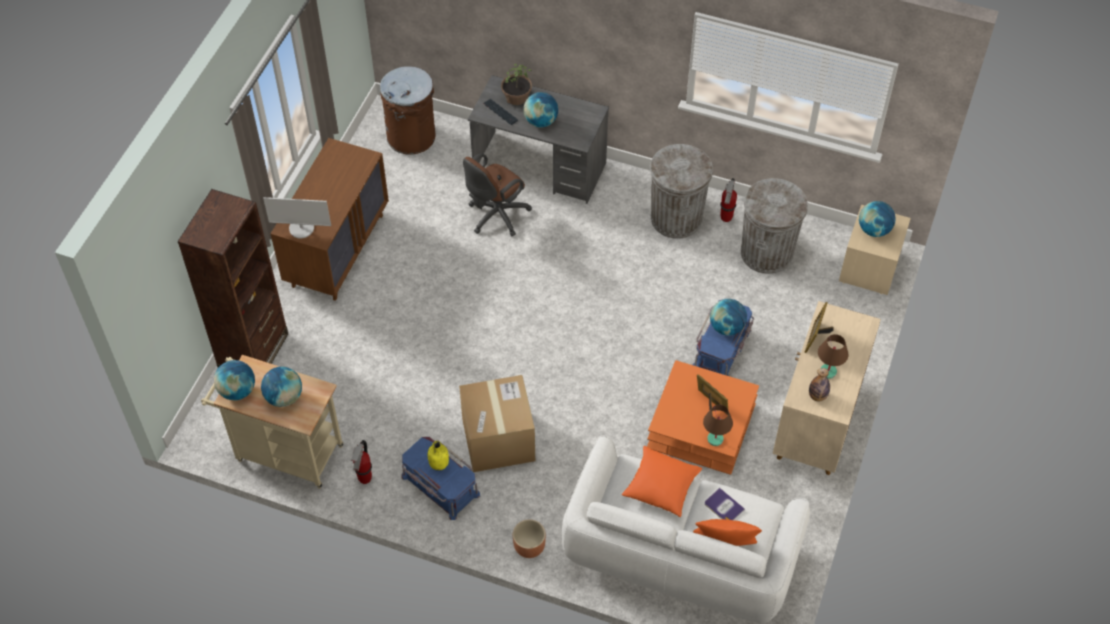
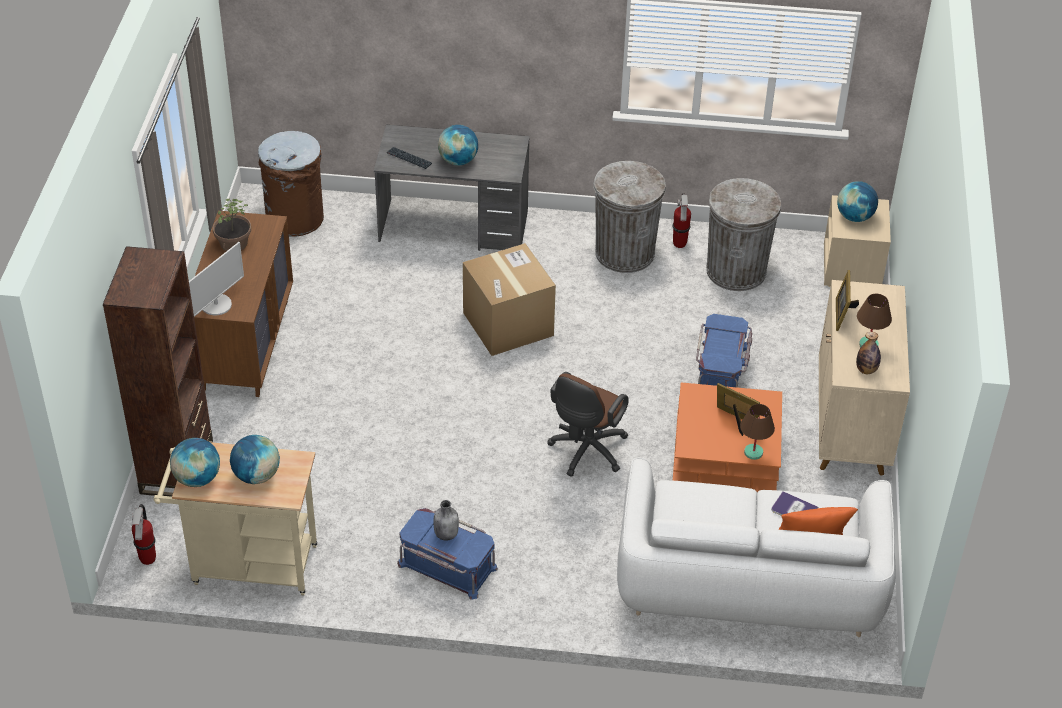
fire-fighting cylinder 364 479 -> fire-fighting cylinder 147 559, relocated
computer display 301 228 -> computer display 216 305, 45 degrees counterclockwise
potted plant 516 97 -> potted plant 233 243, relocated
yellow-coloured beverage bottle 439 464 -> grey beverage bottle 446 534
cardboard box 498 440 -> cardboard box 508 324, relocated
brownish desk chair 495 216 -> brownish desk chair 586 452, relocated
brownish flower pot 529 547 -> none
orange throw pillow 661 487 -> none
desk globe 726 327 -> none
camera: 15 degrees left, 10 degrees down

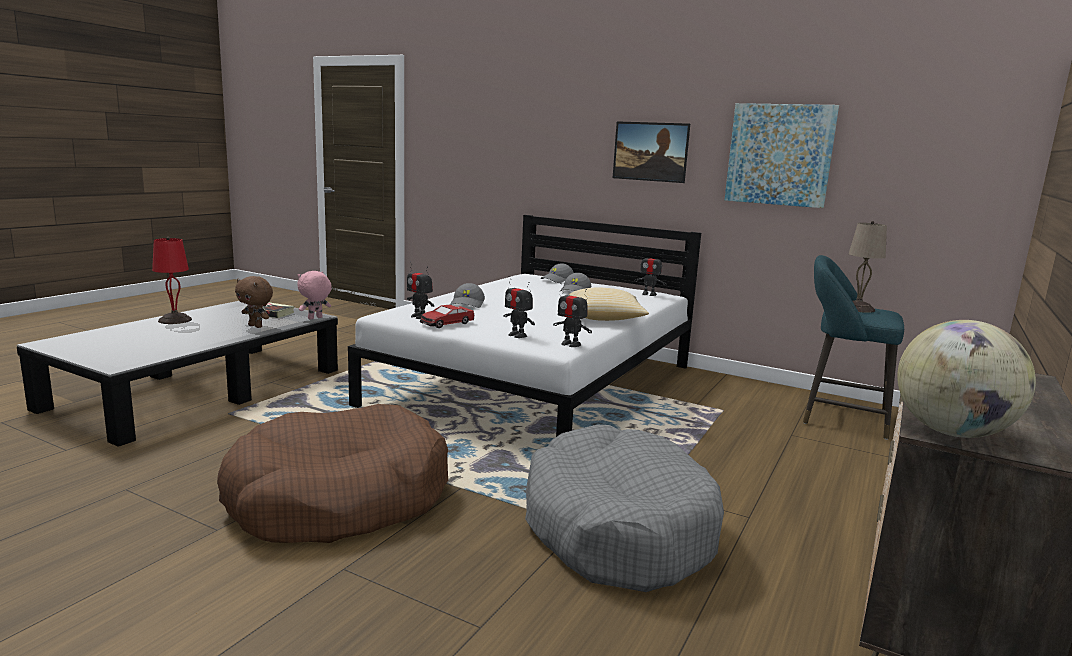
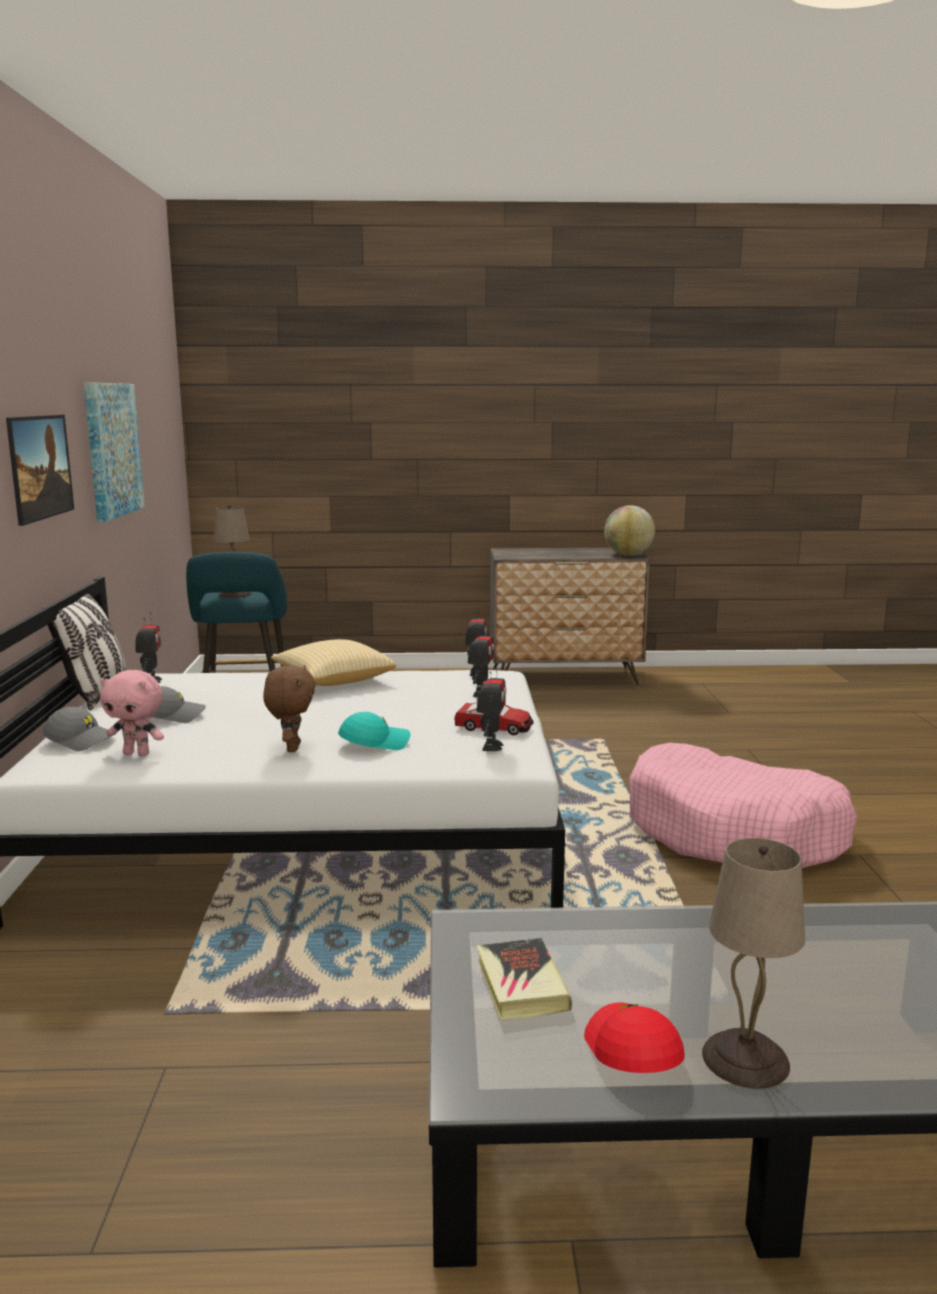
none -> throw pillow 96 694
pinkish plush toy 315 318 -> pinkish plush toy 137 753, relocated
brownish plush toy 256 326 -> brownish plush toy 291 748, relocated
grey peaked cap 468 304 -> blue-green peaked cap 374 743
none -> red peaked cap 631 1051
brownish dog bed 338 498 -> pinkish dog bed 734 832
red table lamp 175 320 -> sand-coloured table lamp 743 1059
grey dog bed 617 528 -> none
camera: 120 degrees left, 0 degrees up

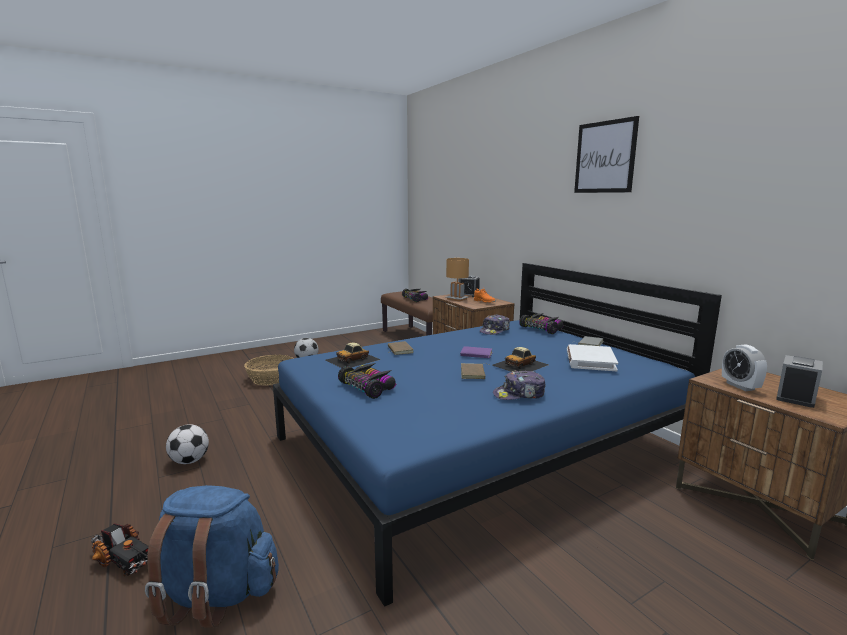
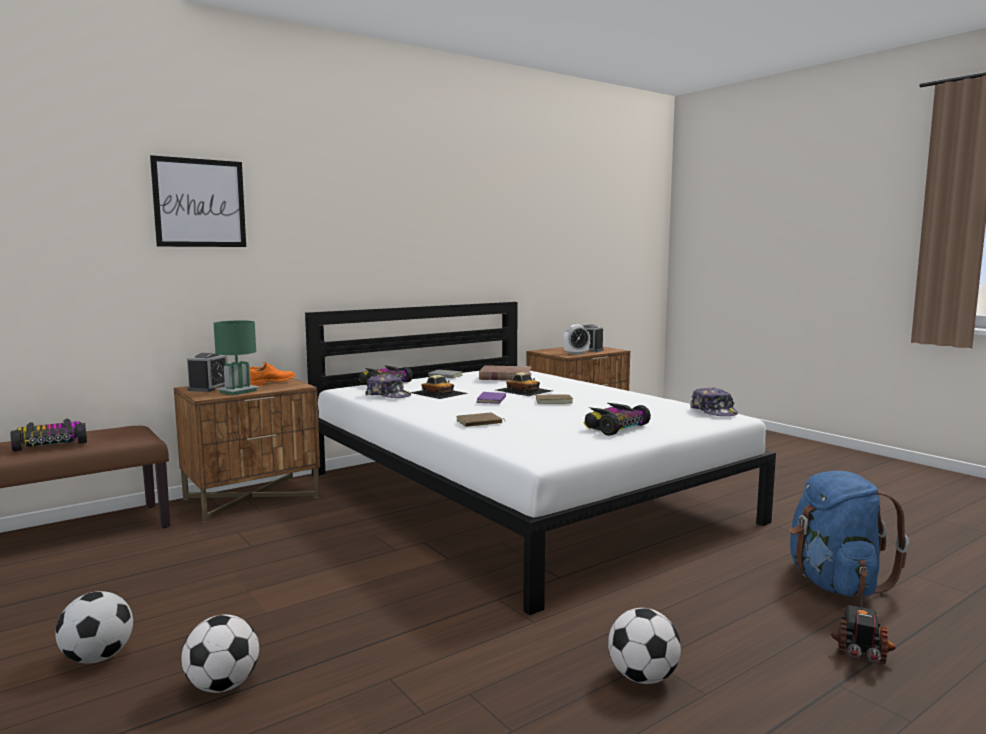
wall art 605 157 -> wall art 199 203, relocated
basket 271 378 -> football ball 223 686
brownish table lamp 457 299 -> green-coloured table lamp 238 391
blue-coloured sleeping bed 480 446 -> whitish sleeping bed 519 496
toy car 353 359 -> toy car 438 392, relocated
whitish book 590 360 -> brownish book 505 377
peaked cap 519 395 -> peaked cap 713 411, relocated
camera: 95 degrees left, 5 degrees down

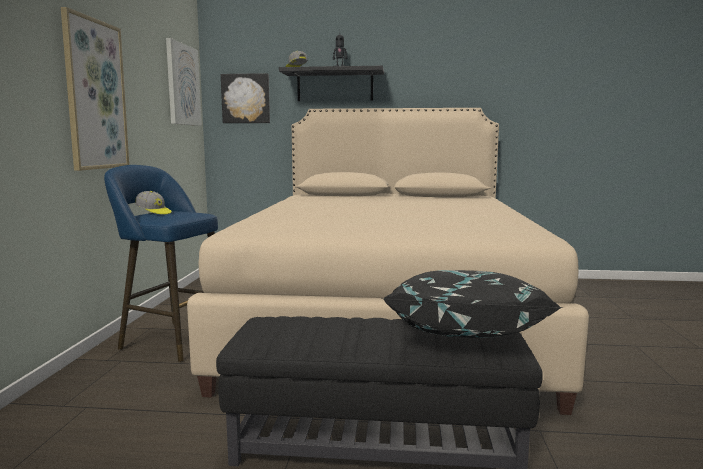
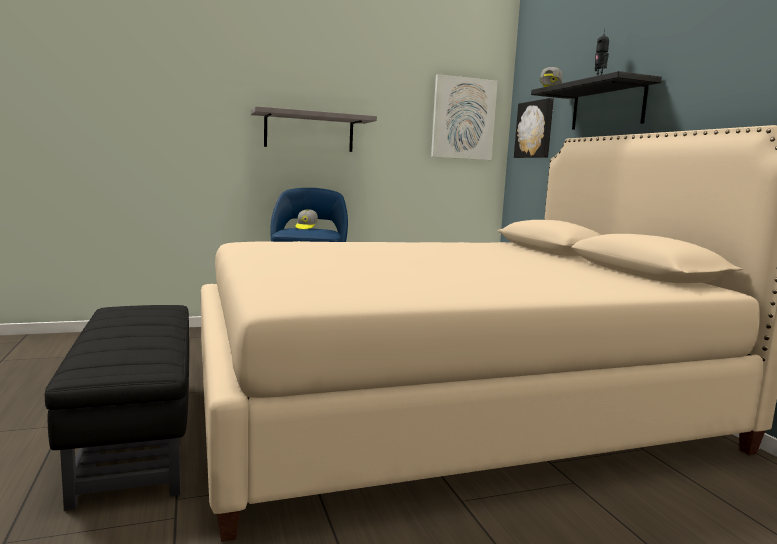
wall art 95 95 -> grey shelf 309 132
blackish throw pillow 459 337 -> none
camera: 65 degrees right, 0 degrees up

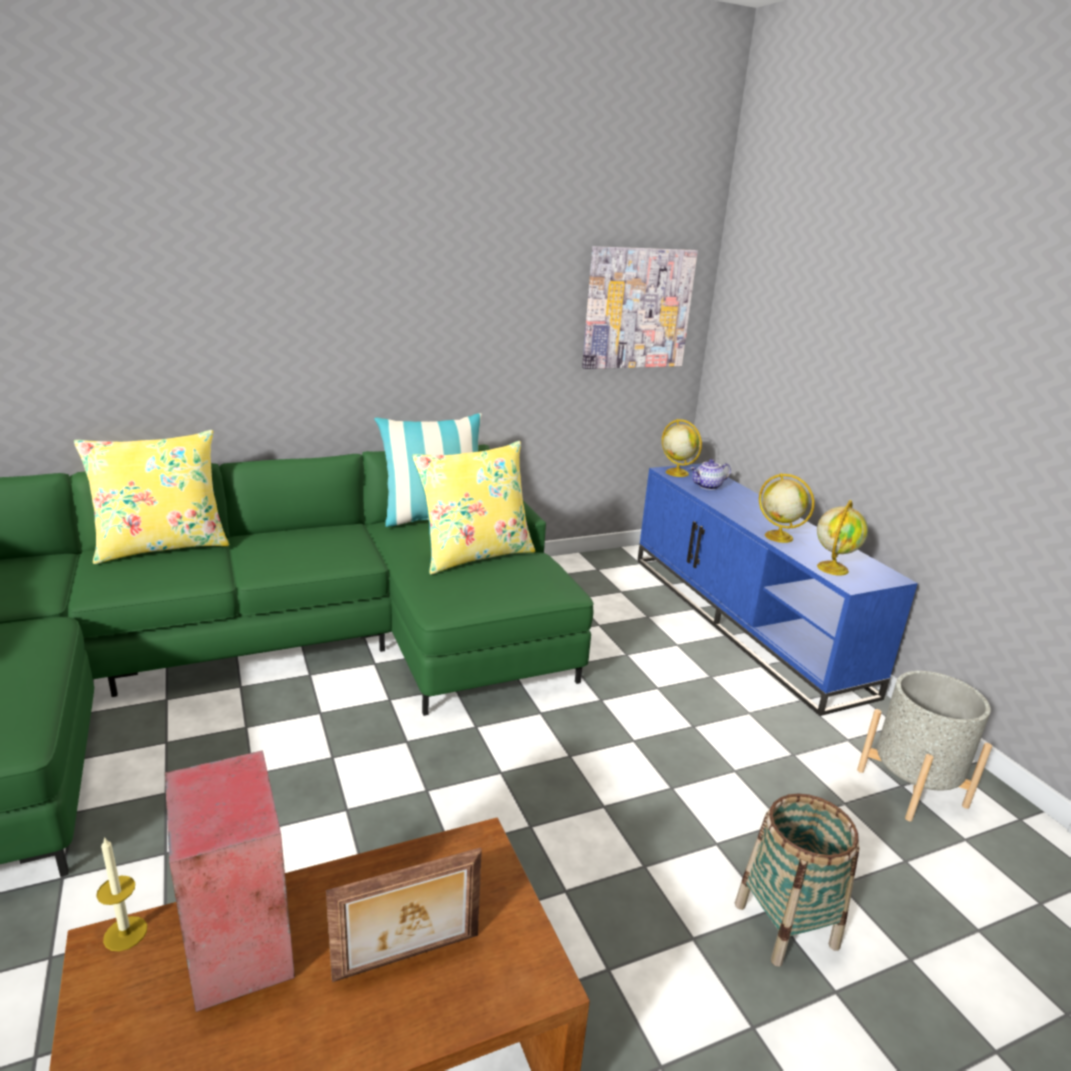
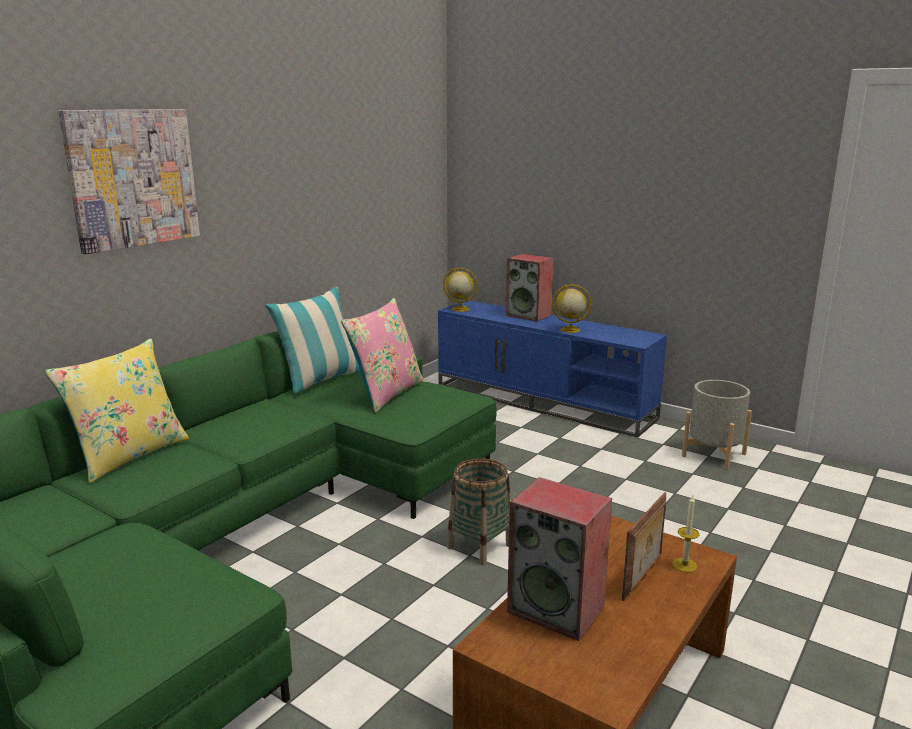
wall art 637 308 -> wall art 133 178, relocated
yellow-coloured throw pillow 474 555 -> pinkish throw pillow 386 393
basket 785 925 -> basket 480 546, relocated
none -> audio speaker 529 315
candle 125 933 -> candle 684 565, relocated
pot for tea 708 486 -> none
desk globe 832 568 -> none
camera: 30 degrees left, 5 degrees down

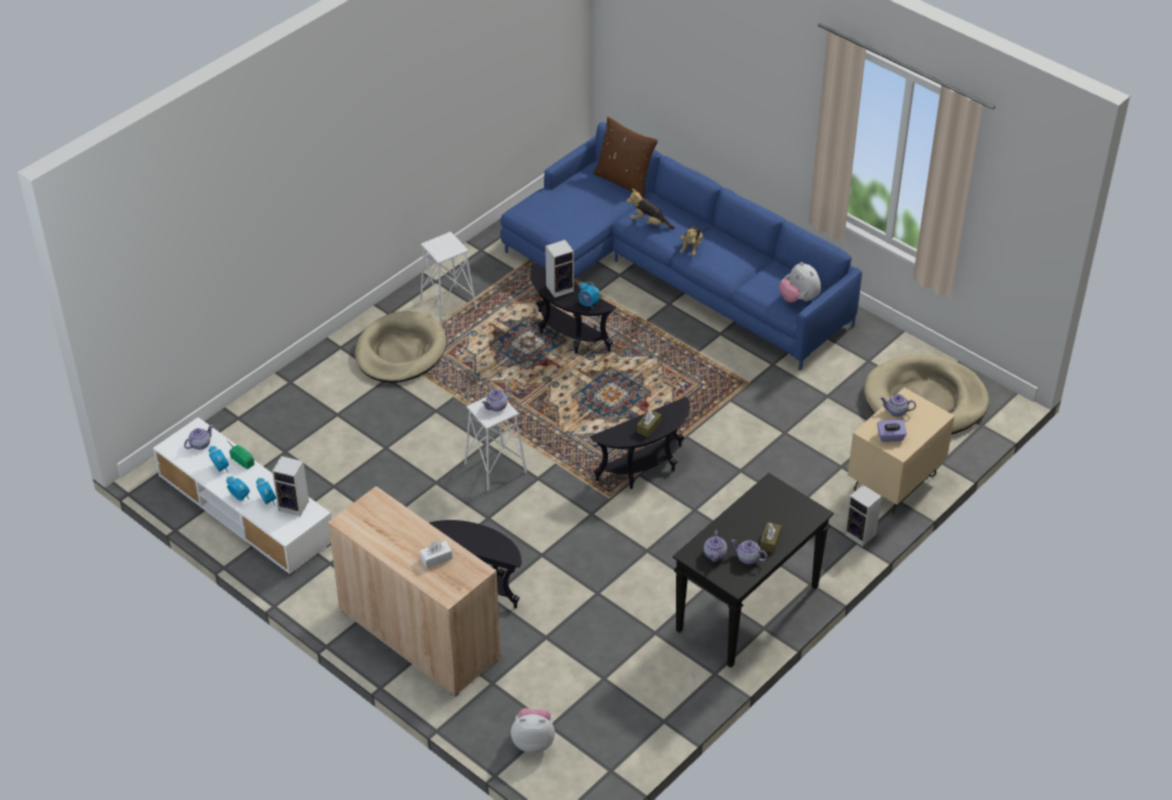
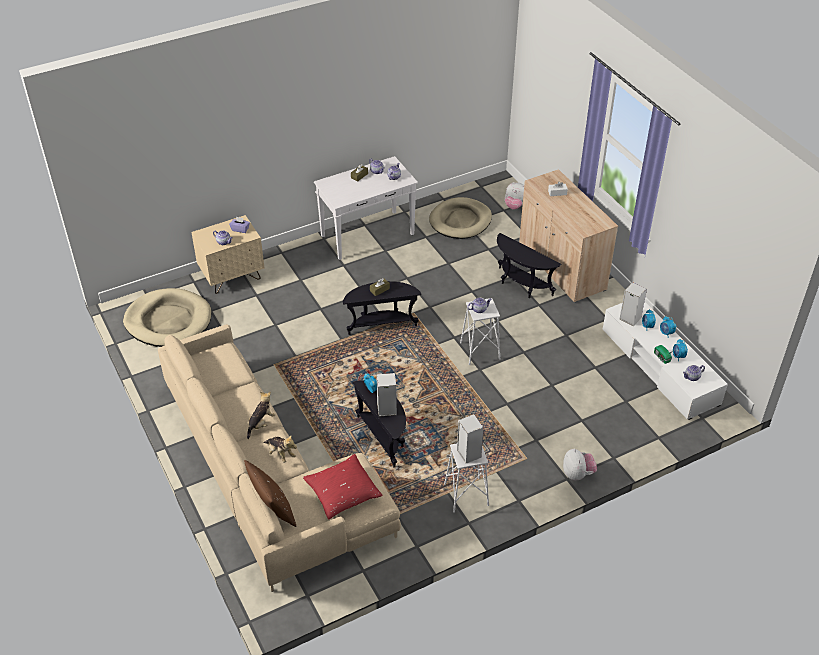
blue-coloured couch 672 271 -> sand-coloured couch 268 474
none -> red throw pillow 342 492
blackish hall table 747 610 -> whitish hall table 368 235
sand-coloured dog bed 400 351 -> sand-coloured dog bed 460 221, relocated
audio speaker 861 535 -> audio speaker 468 453, relocated
plush toy 799 298 -> plush toy 577 474, relocated
camera: 160 degrees left, 0 degrees up

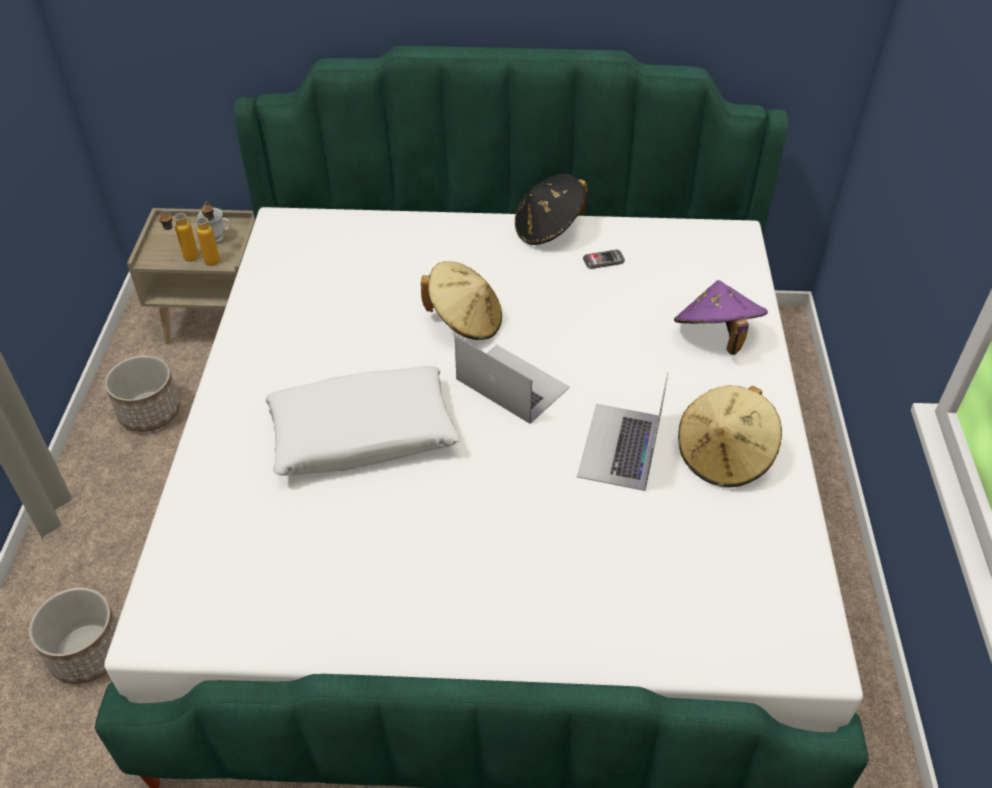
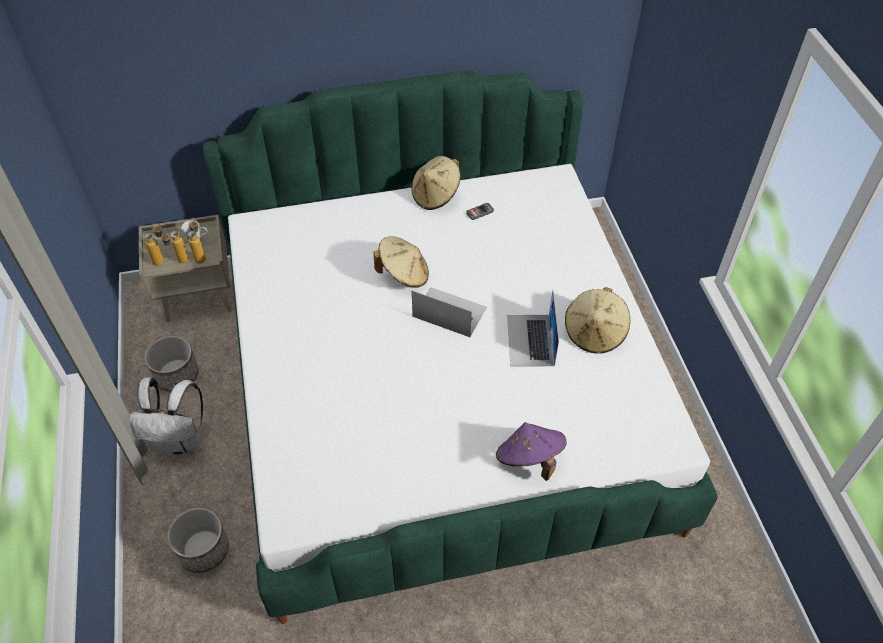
none -> whitish knapsack 179 442
none -> beverage bottle 162 259
blackish clothing hat 548 229 -> sand-coloured clothing hat 436 195
purple-coloured clothing hat 715 337 -> purple-coloured clothing hat 529 459, relocated
whitish throw pillow 363 434 -> none
camera: 15 degrees left, 5 degrees up

